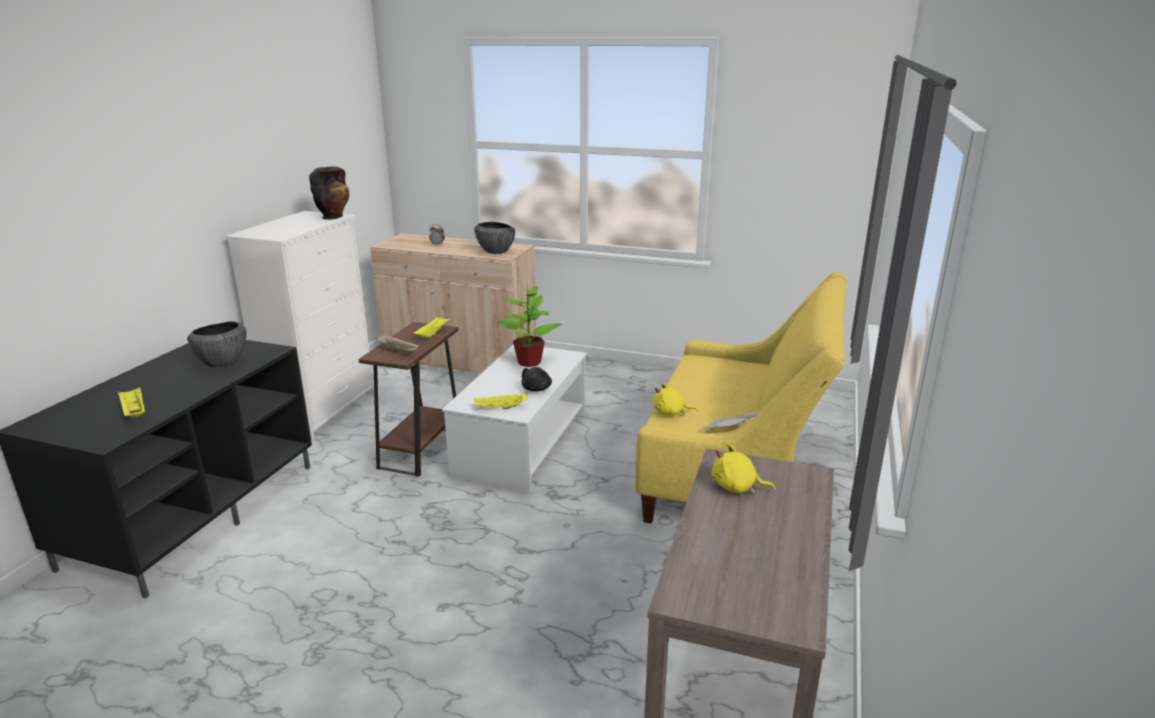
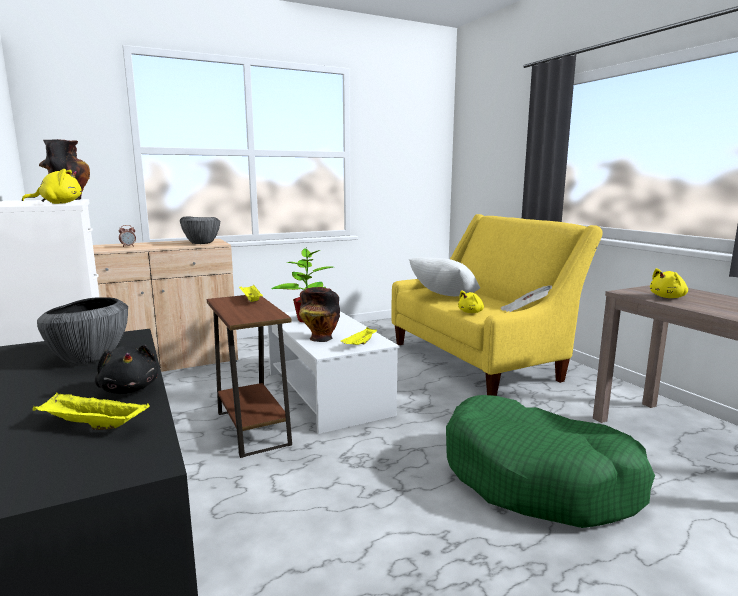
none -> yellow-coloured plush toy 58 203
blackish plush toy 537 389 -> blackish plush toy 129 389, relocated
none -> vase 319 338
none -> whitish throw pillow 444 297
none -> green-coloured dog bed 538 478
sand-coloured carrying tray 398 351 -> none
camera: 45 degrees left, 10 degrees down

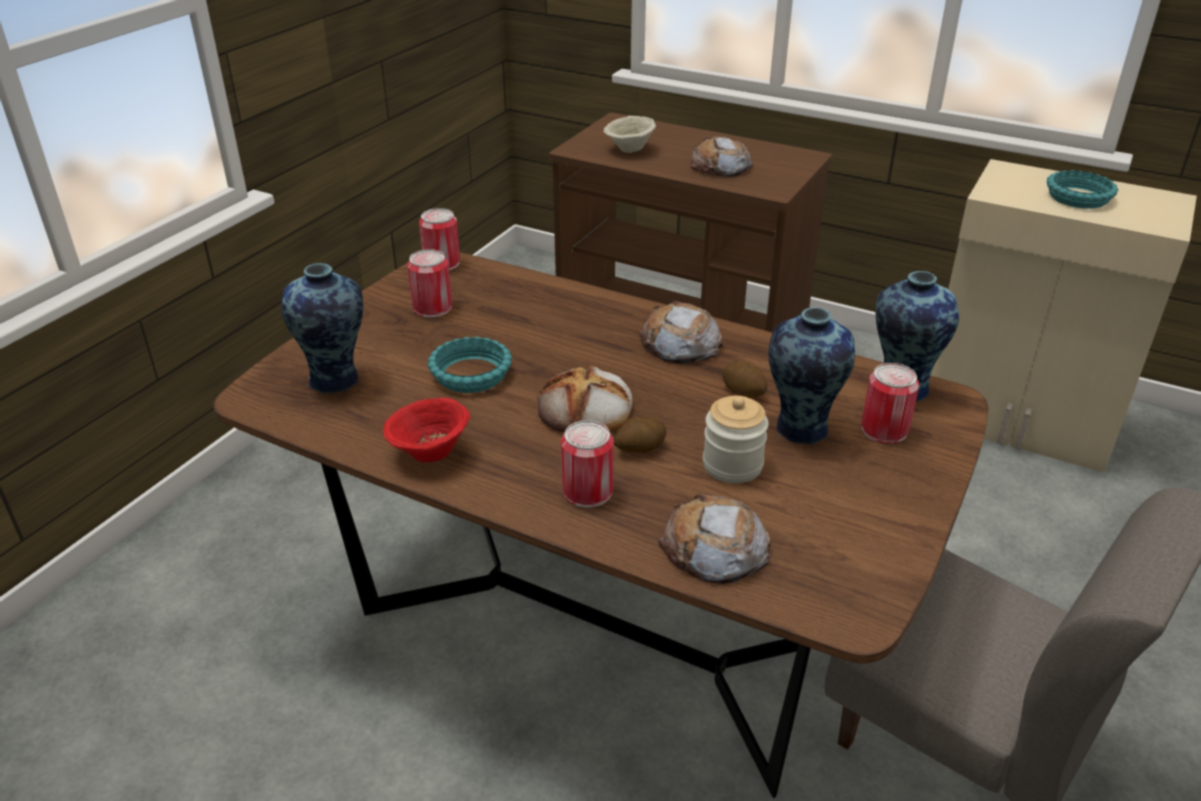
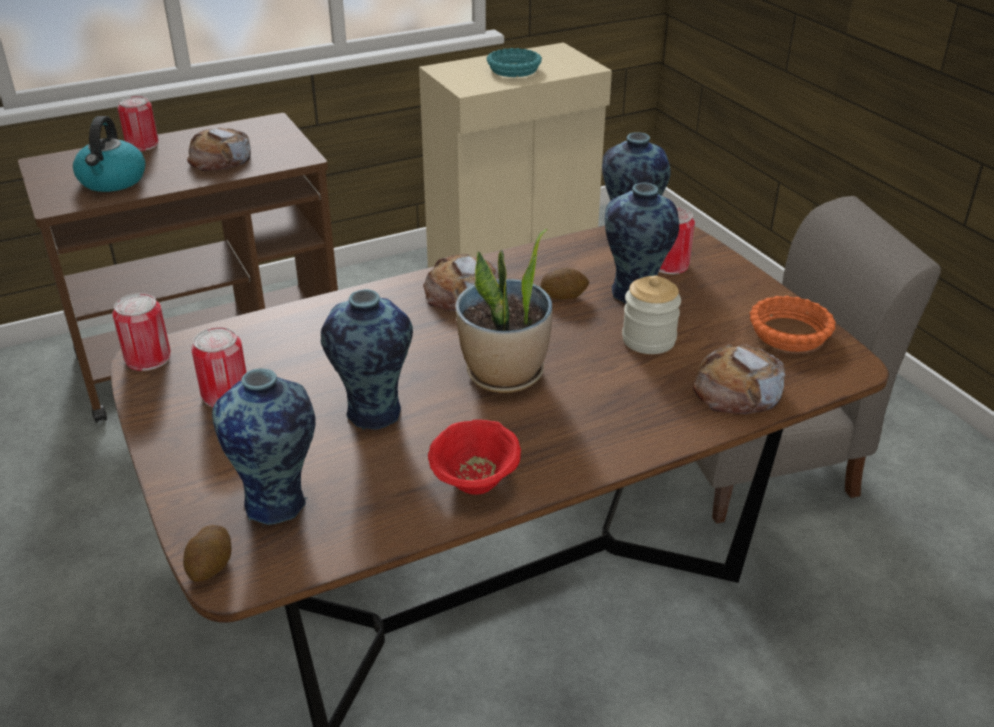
sand-coloured serving bowl 630 150 -> water kettle 112 181
can 587 491 -> can 142 144, relocated
whole potato 639 449 -> whole potato 211 567, relocated
blue-green serving bowl 470 373 -> vase 373 414
baked bread 586 410 -> potted plant 504 375
none -> orange serving bowl 788 333
camera: 55 degrees left, 0 degrees up

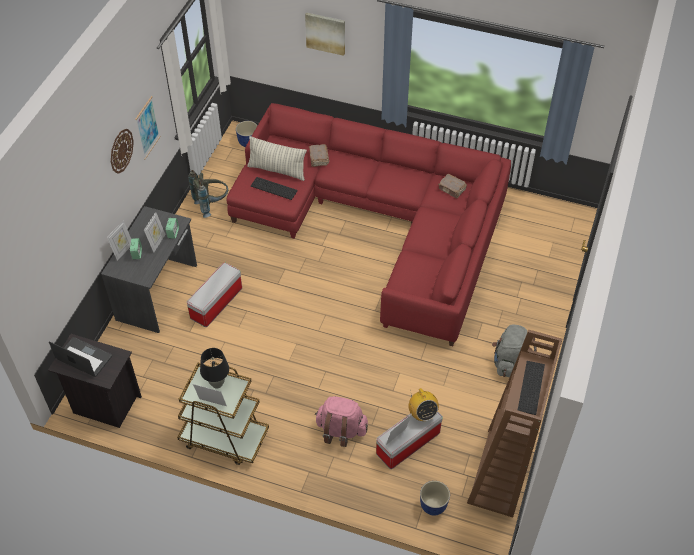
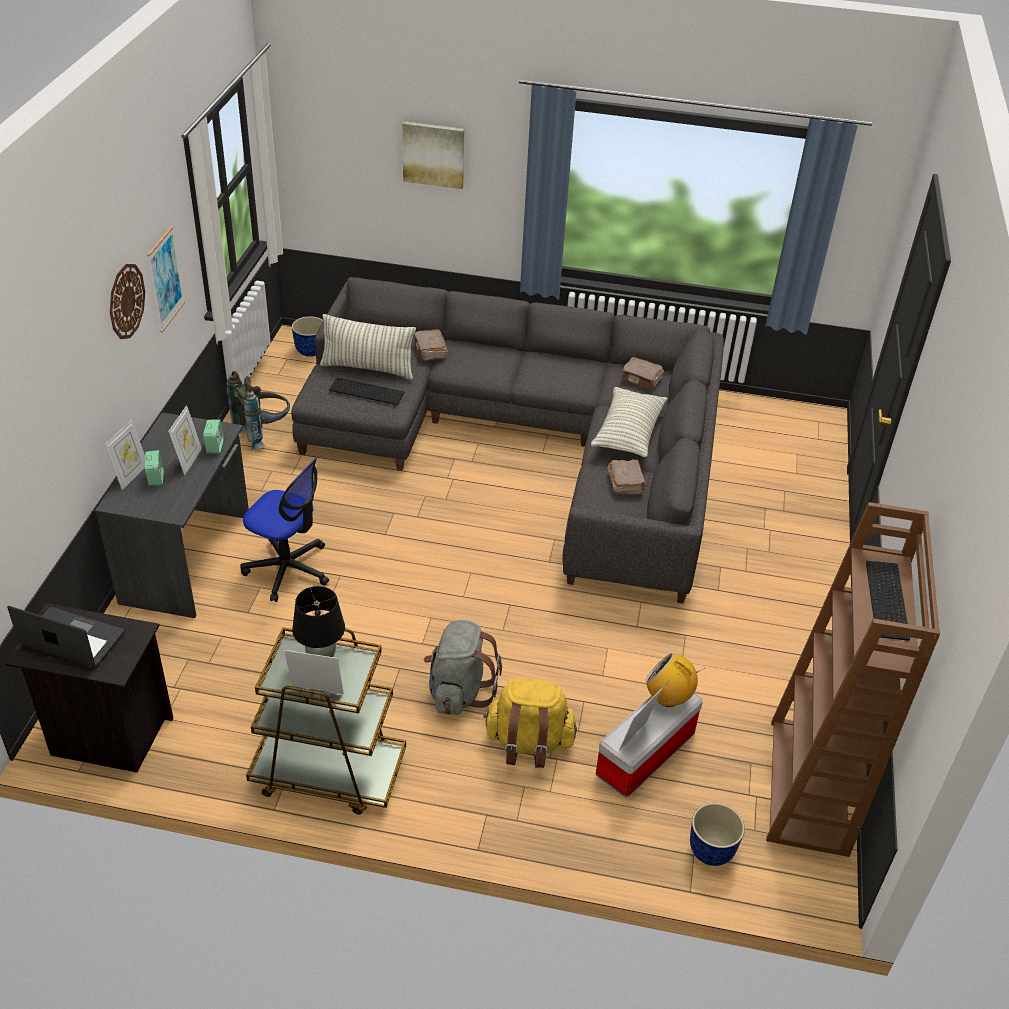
storage bin 216 304 -> desk chair 288 569
red couch 380 222 -> grey couch 531 442
grey knapsack 509 362 -> grey knapsack 458 691, relocated
pinkish knapsack 341 430 -> yellow-coloured knapsack 528 743
none -> throw pillow 628 433
none -> brownish book 625 483
radio set 422 414 -> radio set 668 697, 150 degrees clockwise
camera: 10 degrees left, 10 degrees down

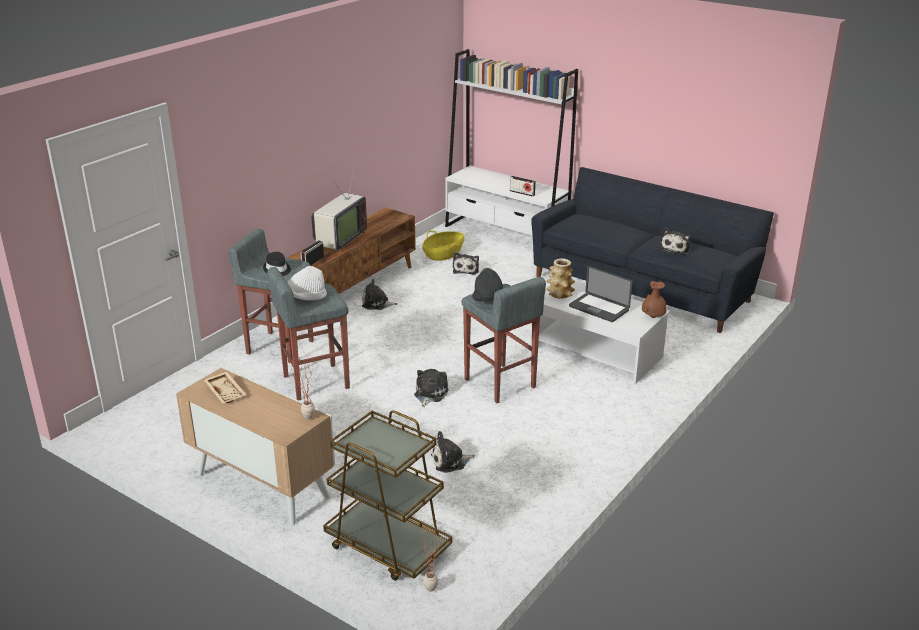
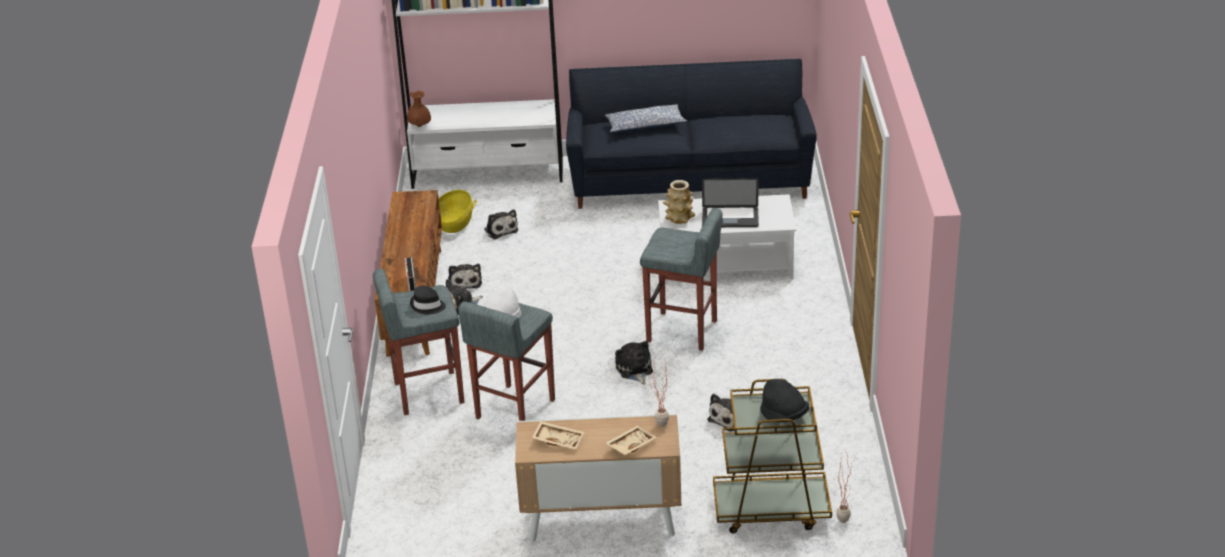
brownish vase 653 317 -> brownish vase 420 126, relocated
plush toy 675 248 -> plush toy 464 282, relocated
none -> throw pillow 645 126
none -> sand-coloured carrying tray 630 445
blackish clothing hat 488 301 -> blackish clothing hat 784 415, relocated
TV set 339 240 -> none
radio set 522 193 -> none
camera: 35 degrees left, 5 degrees up

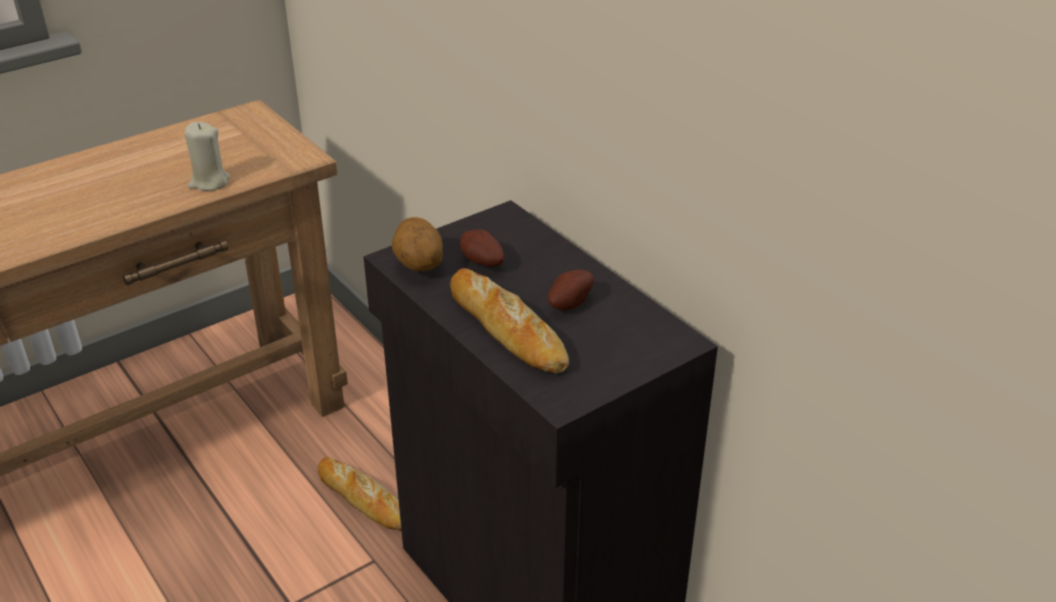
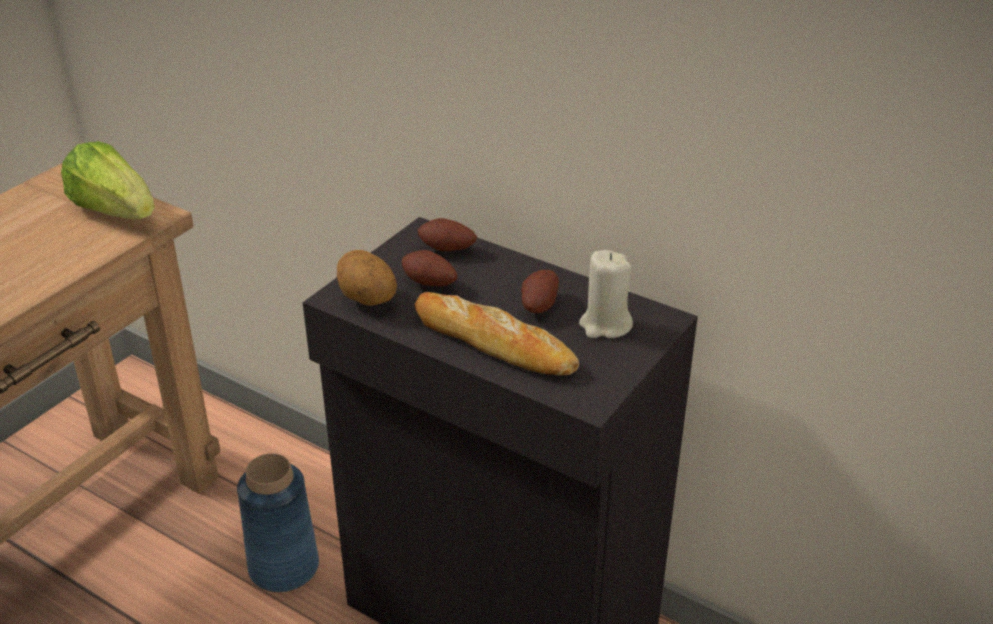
none -> lettuce 115 211
baked bread 364 499 -> blue-coloured vase 283 566
none -> whole potato 446 250
sand-coloured candle 209 182 -> sand-coloured candle 605 325, relocated
camera: 20 degrees left, 0 degrees up

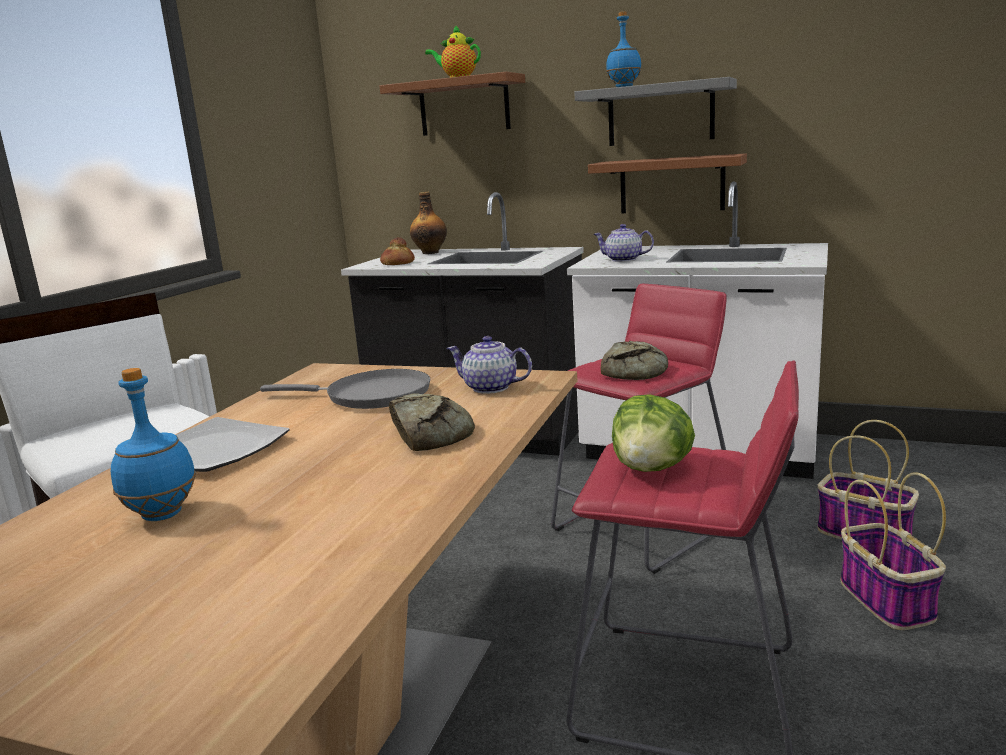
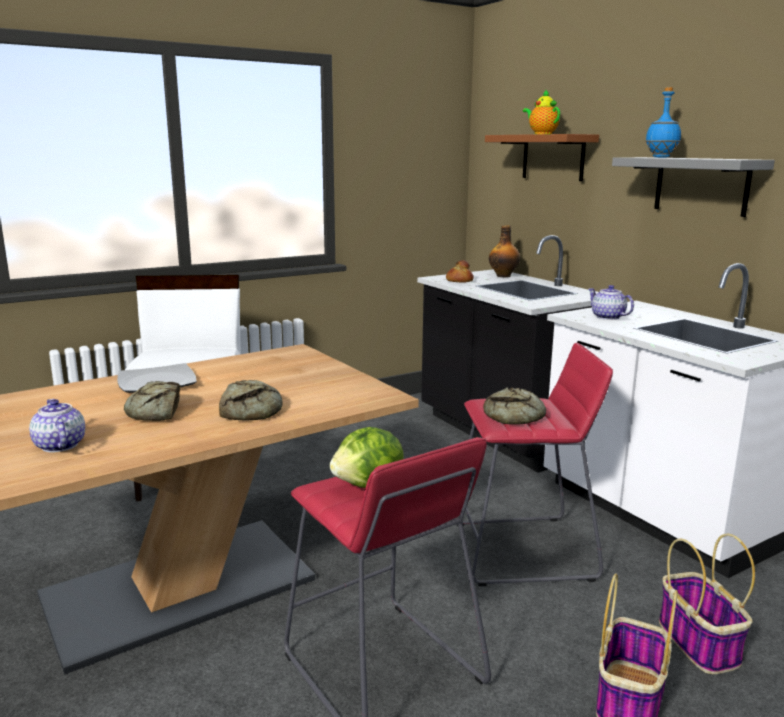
pot for tea 491 388 -> pot for tea 59 446, relocated
none -> baked bread 156 411
blue-coloured beverage bottle 163 514 -> none
grey pan 371 395 -> none
brownish shelf 671 184 -> none
camera: 35 degrees right, 0 degrees up

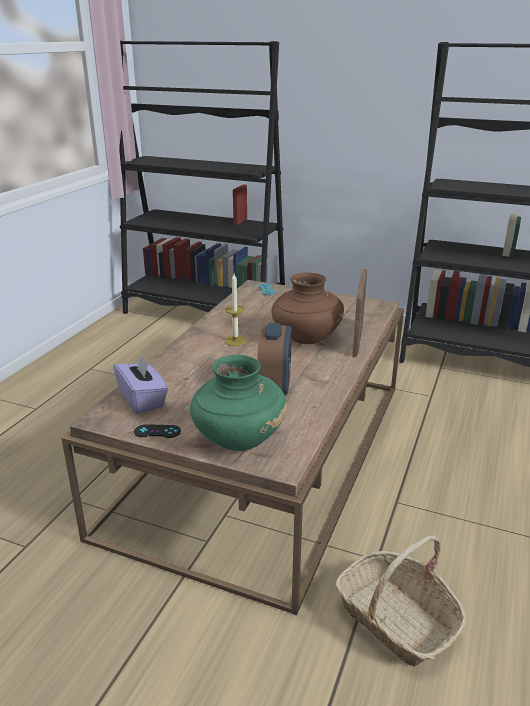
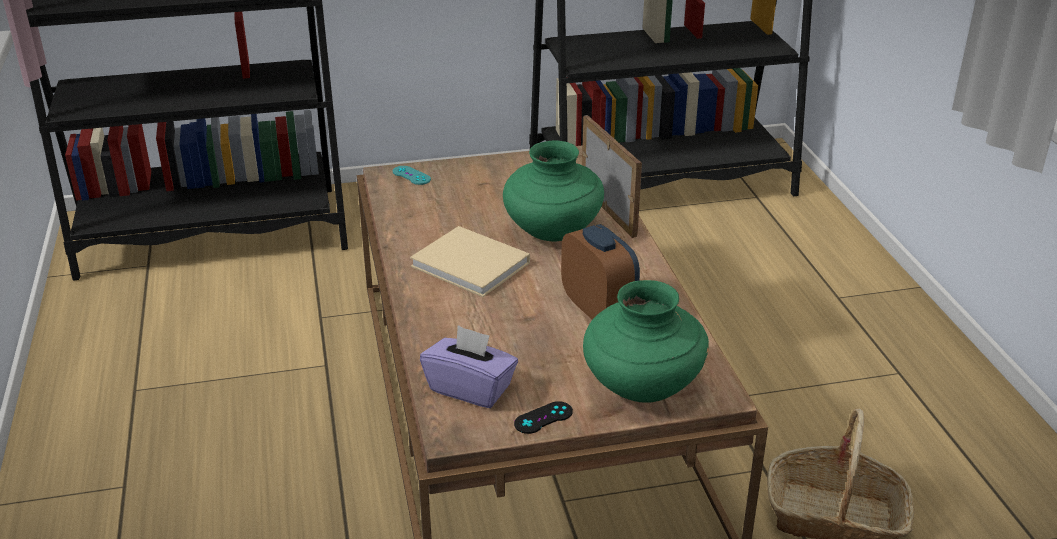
candle 235 341 -> sand-coloured book 473 266
brownish vase 306 338 -> green-coloured vase 552 232
camera: 35 degrees left, 5 degrees up

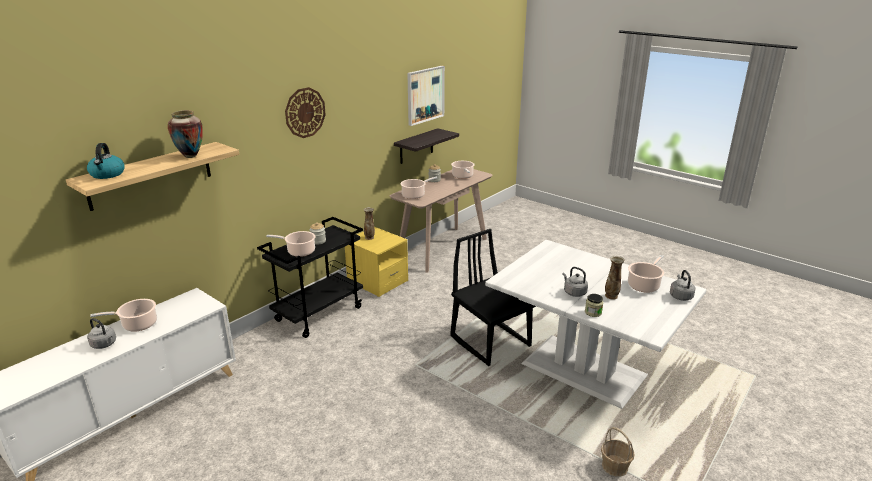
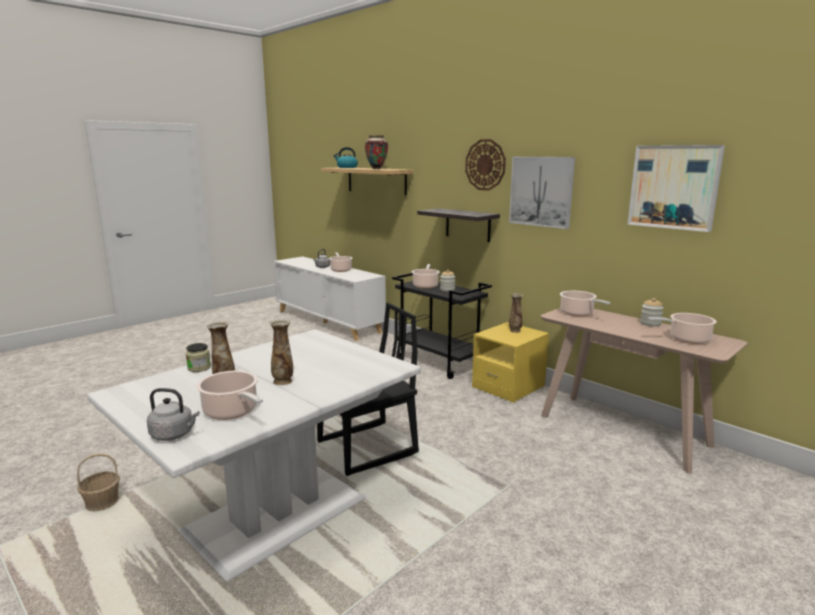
none -> vase 283 381
shelf 416 146 -> shelf 468 225, relocated
none -> wall art 541 191
grey water kettle 574 292 -> none
camera: 95 degrees right, 10 degrees down

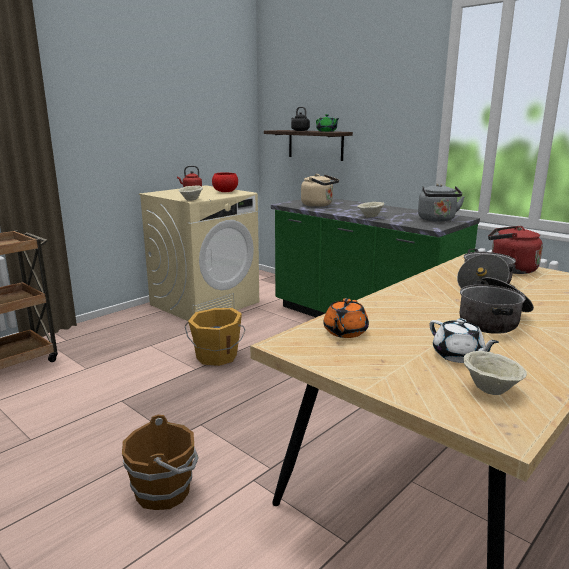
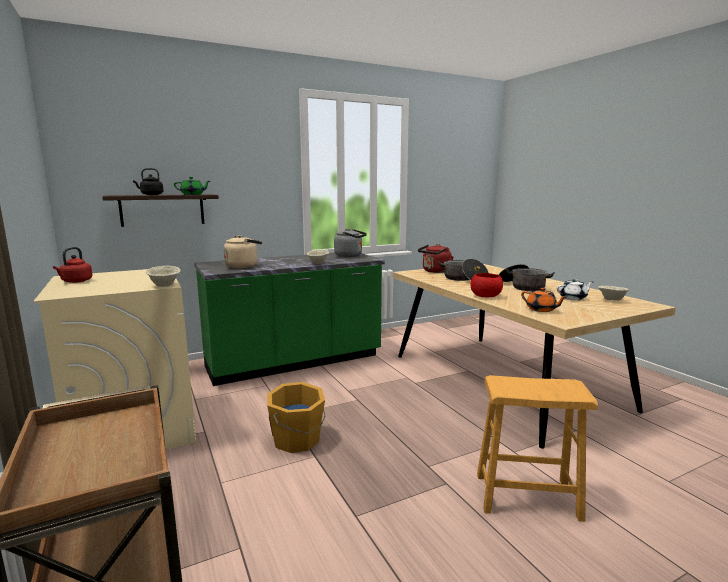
red serving bowl 225 191 -> red serving bowl 485 296, relocated
brownish water bucket 165 491 -> brownish stool seat 527 496
camera: 70 degrees left, 5 degrees down

